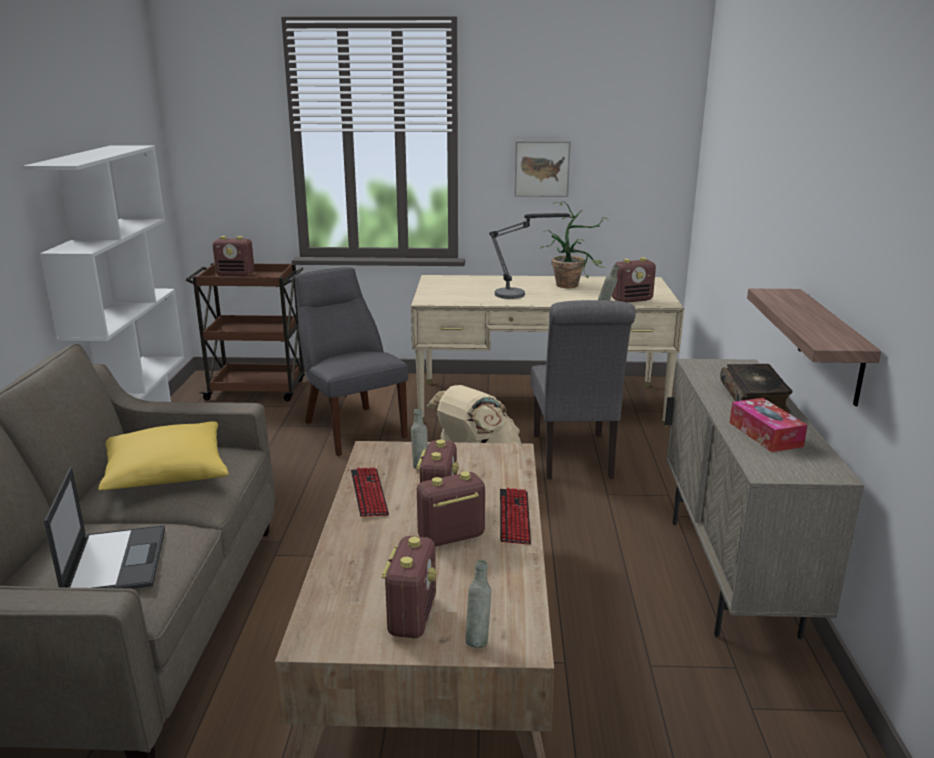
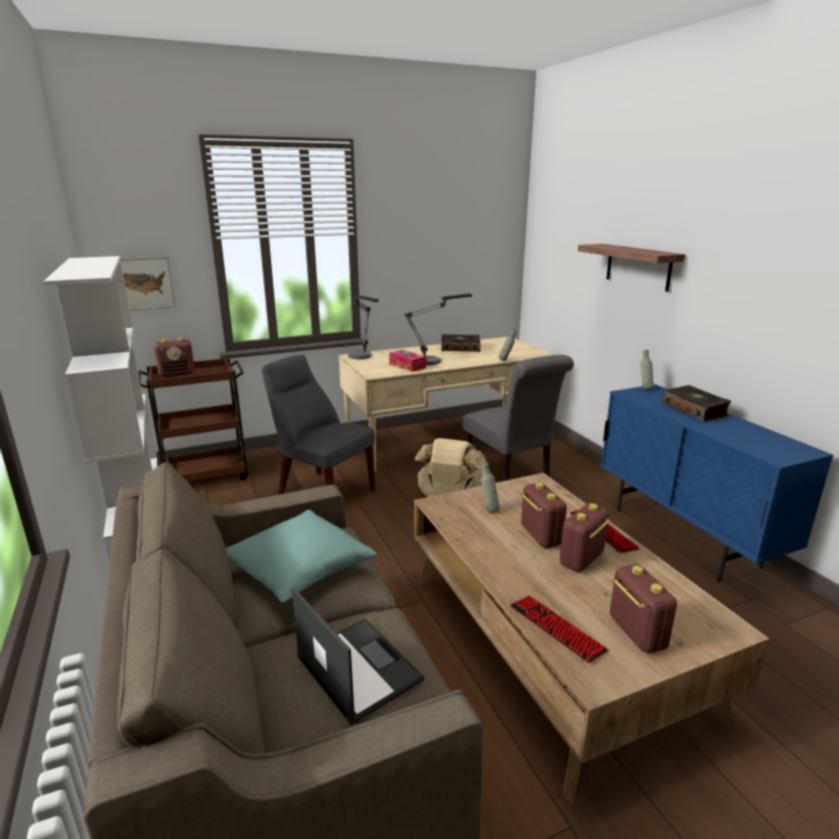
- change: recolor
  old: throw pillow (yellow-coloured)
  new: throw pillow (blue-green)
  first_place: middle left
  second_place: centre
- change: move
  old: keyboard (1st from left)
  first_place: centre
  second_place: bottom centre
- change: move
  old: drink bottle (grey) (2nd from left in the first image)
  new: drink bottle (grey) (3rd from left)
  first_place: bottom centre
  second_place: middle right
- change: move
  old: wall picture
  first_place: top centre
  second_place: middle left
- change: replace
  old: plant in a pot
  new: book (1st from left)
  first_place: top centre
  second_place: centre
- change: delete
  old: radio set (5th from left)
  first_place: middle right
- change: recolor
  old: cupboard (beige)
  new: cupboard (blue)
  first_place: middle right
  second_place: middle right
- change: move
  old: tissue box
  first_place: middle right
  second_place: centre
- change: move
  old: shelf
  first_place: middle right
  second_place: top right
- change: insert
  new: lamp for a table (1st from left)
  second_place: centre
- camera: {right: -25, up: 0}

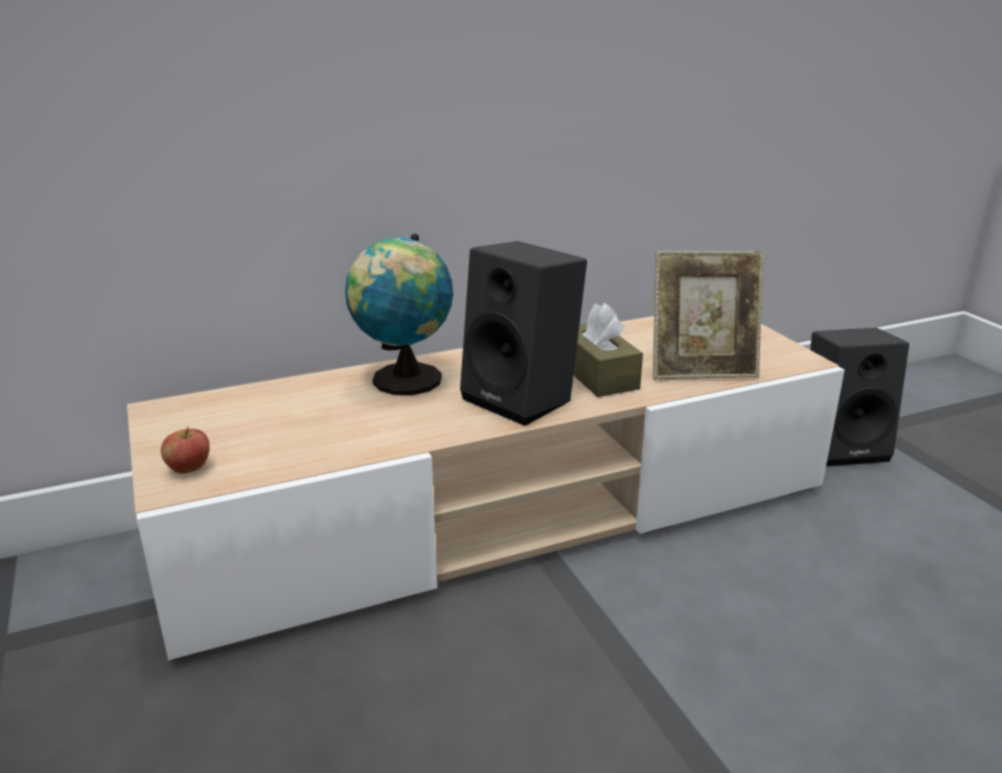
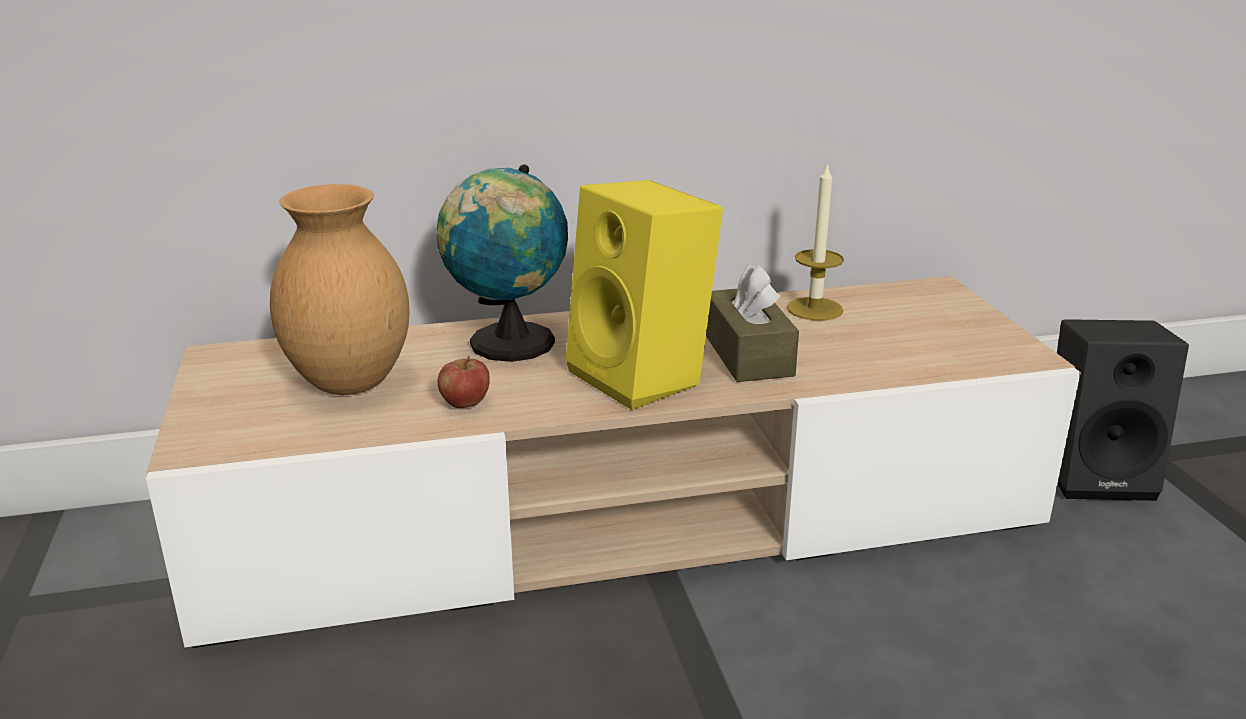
- change: move
  old: apple fruit
  first_place: middle left
  second_place: centre
- change: recolor
  old: speaker (blackish) (1st from left)
  new: speaker (yellow-coloured)
  first_place: centre
  second_place: centre
- change: delete
  old: photo frame
  first_place: middle right
- change: insert
  new: decorative vase (brown-coloured)
  second_place: middle left
- change: insert
  new: wax light
  second_place: centre
- camera: {right: 10, up: 0}

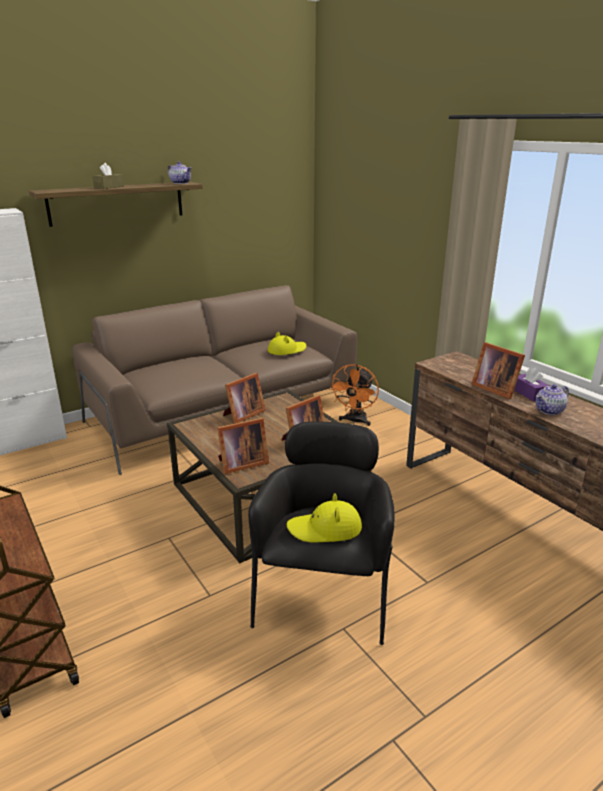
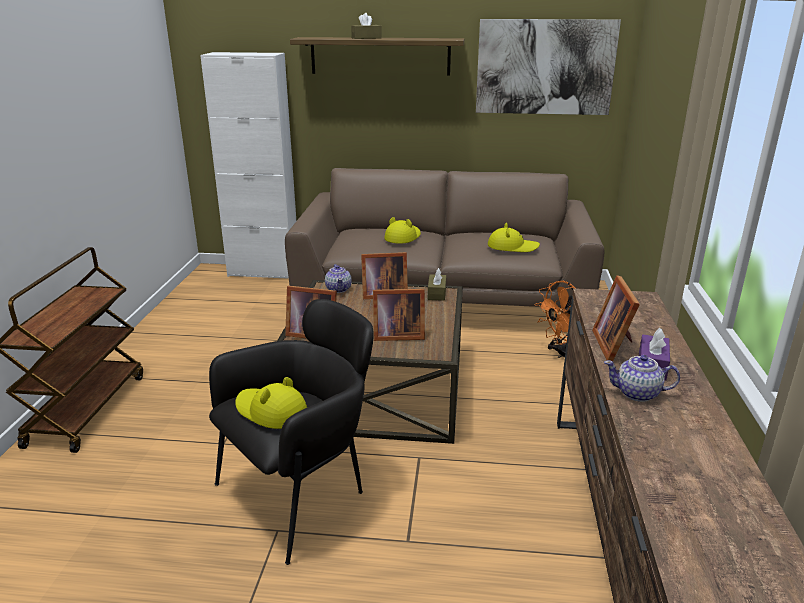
- change: move
  old: tea pot (1st from left)
  first_place: top left
  second_place: centre
- change: insert
  new: clothing hat (yellow-coloured) (2nd from left)
  second_place: centre
- change: insert
  new: tissue box (brown-coloured) (2nd from left)
  second_place: centre
- change: insert
  new: wall picture
  second_place: top right
- camera: {right: 40, up: 0}

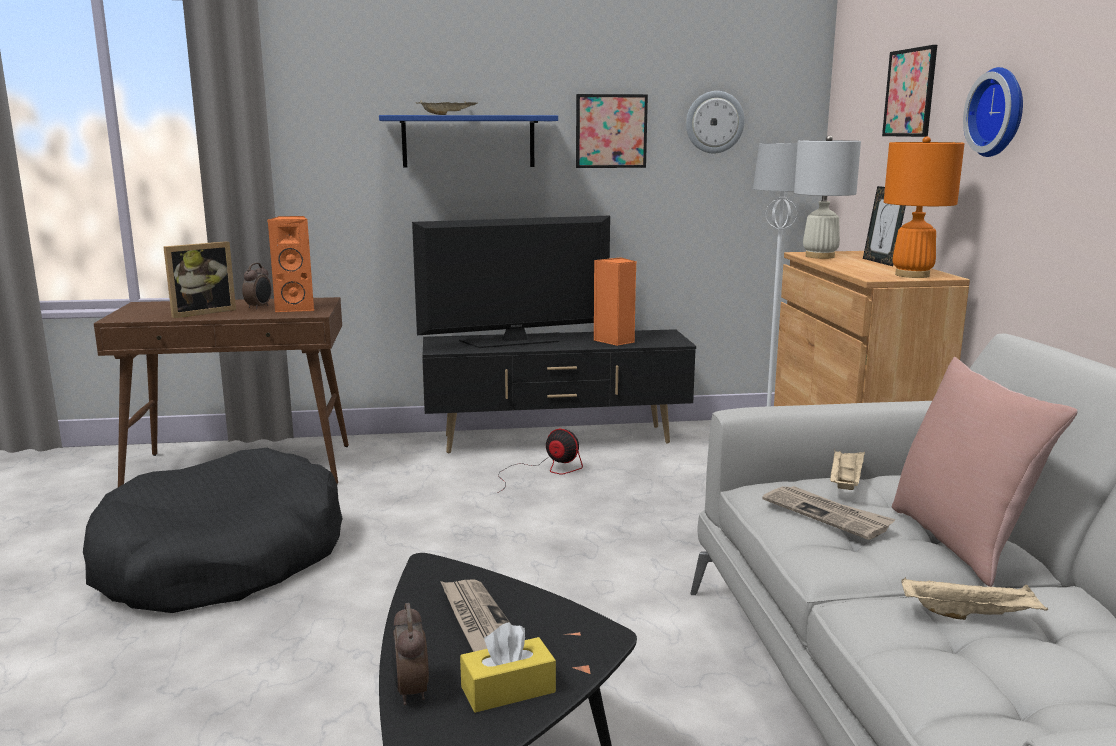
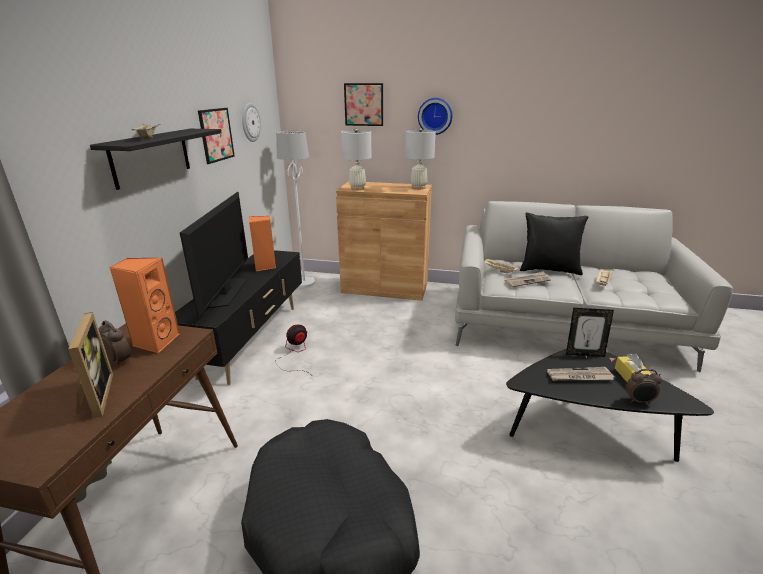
- change: recolor
  old: shelf (blue)
  new: shelf (blackish)
  first_place: top centre
  second_place: top left
- change: move
  old: photo frame (2nd from left)
  first_place: top right
  second_place: middle right
- change: recolor
  old: lamp for a table (orange)
  new: lamp for a table (white-coloured) (2nd from left)
  first_place: top right
  second_place: top centre
- change: recolor
  old: throw pillow (pink-coloured)
  new: throw pillow (blackish)
  first_place: middle right
  second_place: middle right
- camera: {right: -70, up: 10}

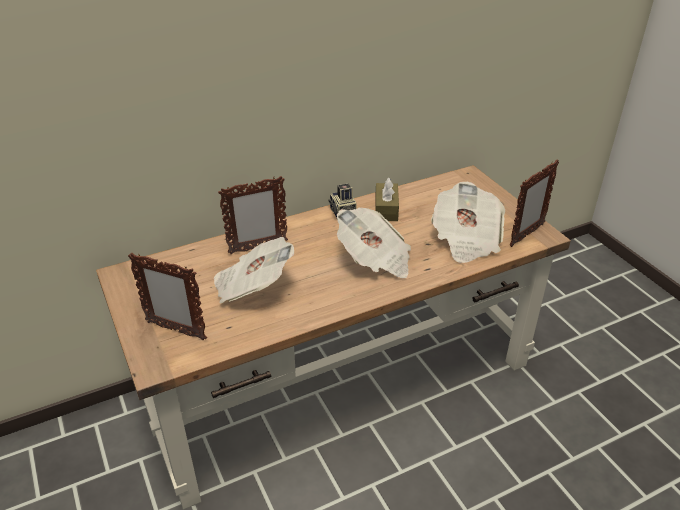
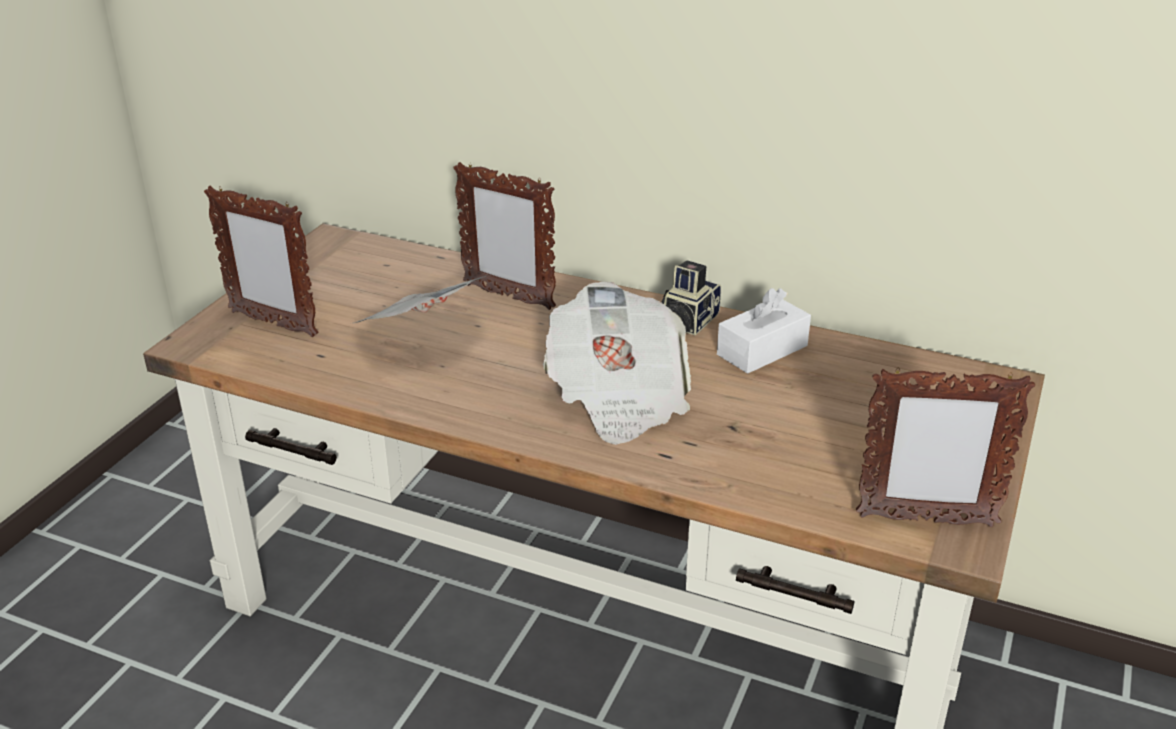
- change: rotate
  old: photo frame (1st from left)
  first_place: middle left
  second_place: middle left
  degrees: -45
- change: recolor
  old: tissue box (brown-coloured)
  new: tissue box (white-coloured)
  first_place: centre
  second_place: centre
- change: delete
  old: printed paper (3rd from left)
  first_place: middle right
- camera: {right: 50, up: -5}

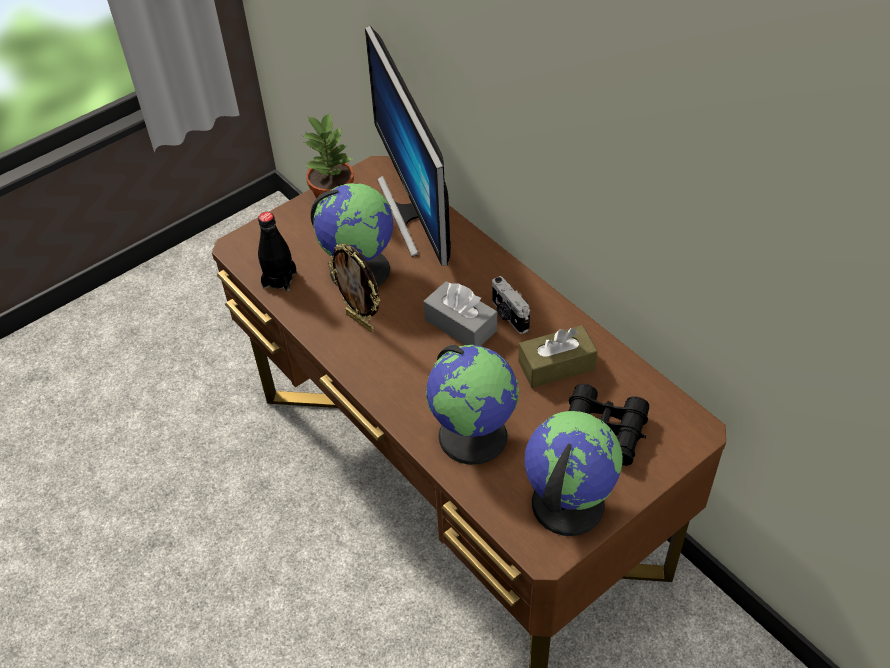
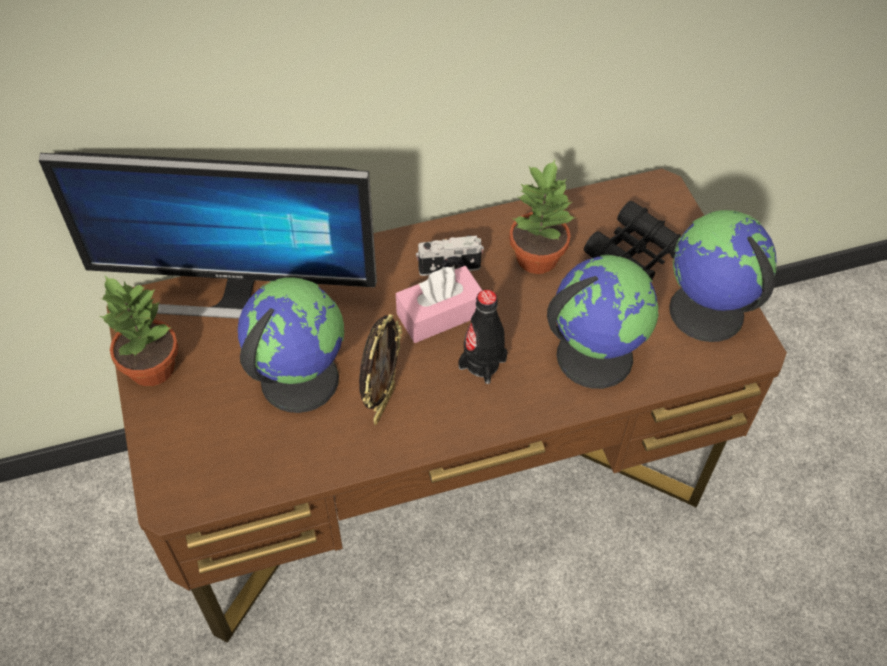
- change: move
  old: drink bottle (blackish)
  first_place: middle left
  second_place: centre
- change: rotate
  old: photo frame
  first_place: centre
  second_place: centre
  degrees: -45
- change: recolor
  old: tissue box (grey)
  new: tissue box (pink-coloured)
  first_place: centre
  second_place: centre
- change: replace
  old: tissue box (brown-coloured)
  new: plant in a pot (2nd from left)
  first_place: centre
  second_place: top centre
- camera: {right: -70, up: 5}

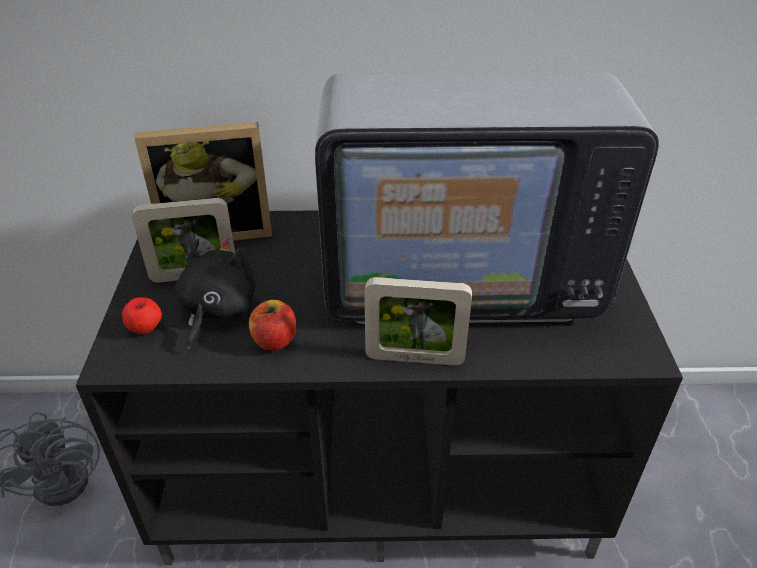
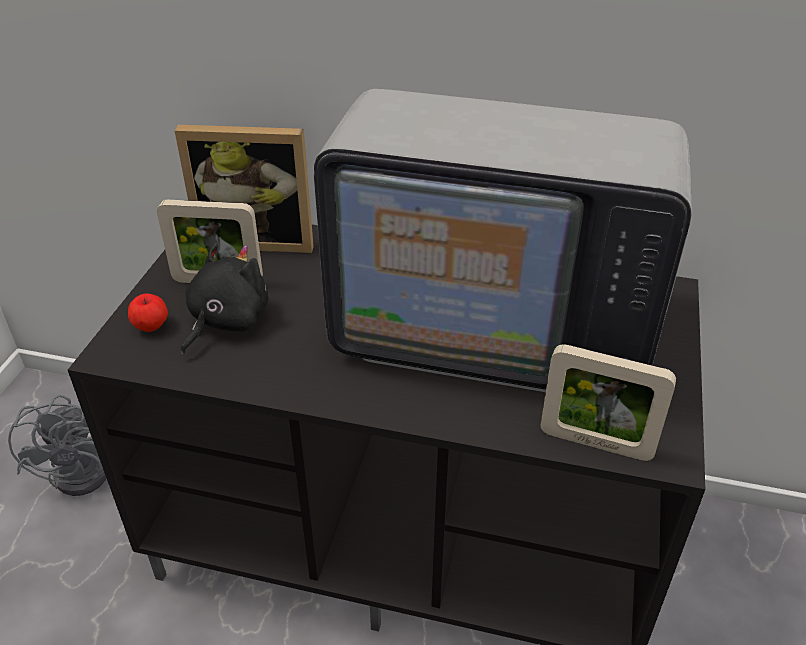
- change: delete
  old: apple fruit (2nd from left)
  first_place: centre
- change: move
  old: photo frame (3rd from left)
  first_place: centre
  second_place: middle right
- camera: {right: 15, up: 0}

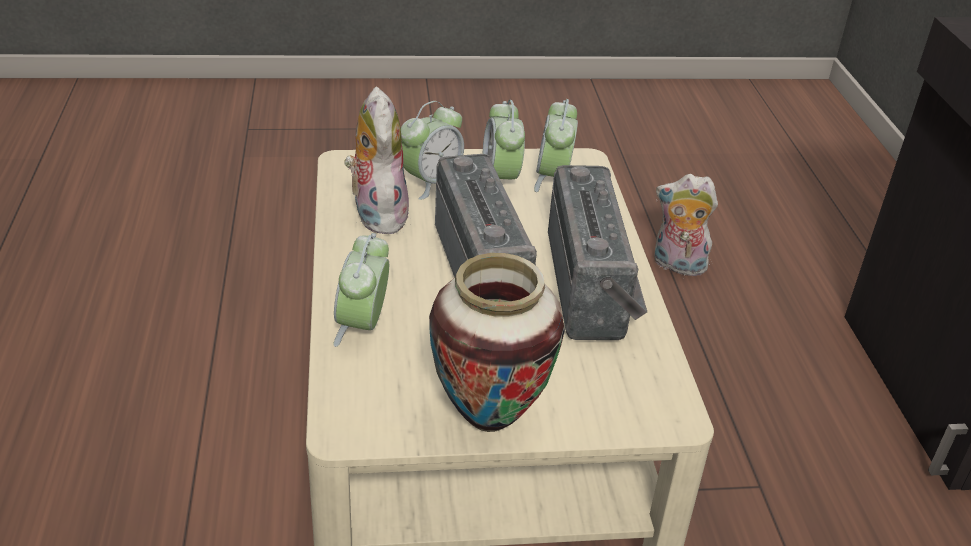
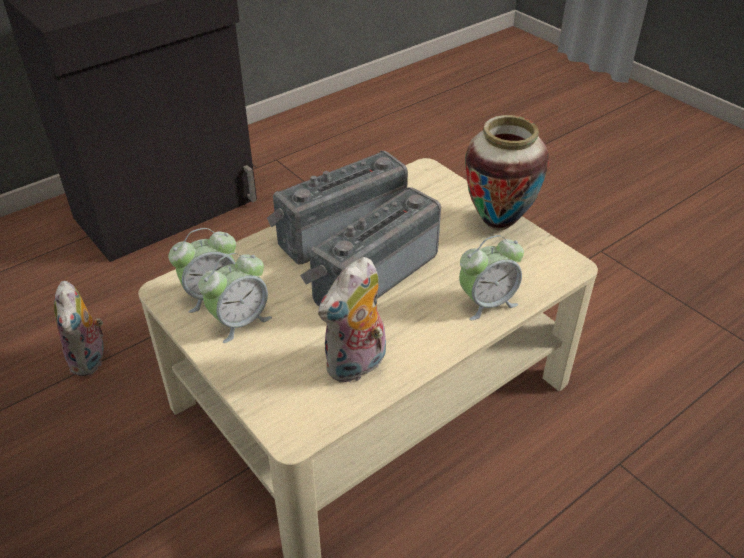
- change: delete
  old: table clock (2nd from left)
  first_place: top centre
- camera: {right: -120, up: 5}

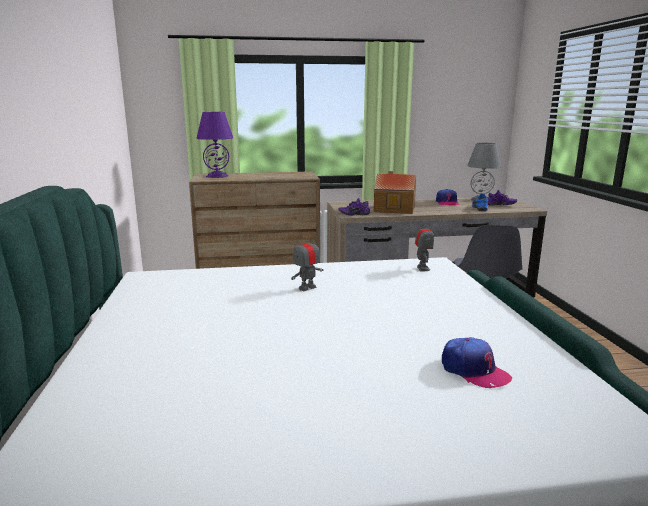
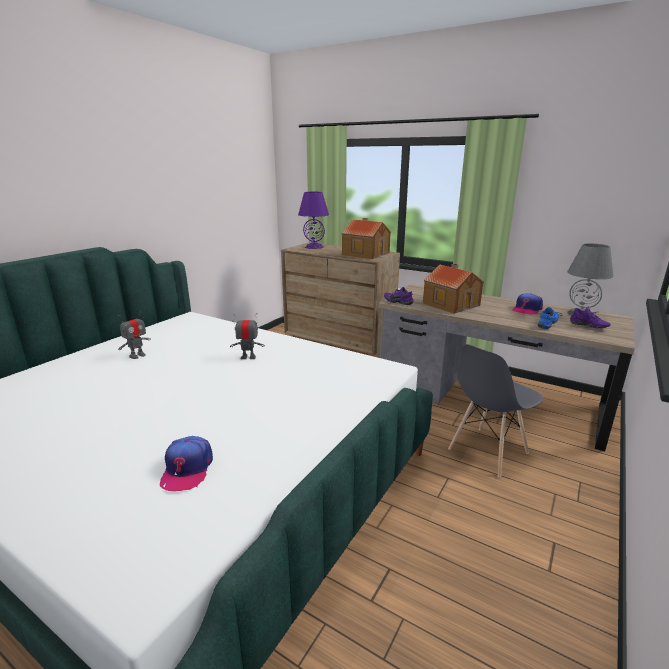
- change: move
  old: toy robot (2nd from left in the first image)
  new: toy robot (1st from left)
  first_place: centre
  second_place: middle left
- change: insert
  new: model house (1st from left)
  second_place: centre
- camera: {right: 40, up: 5}

